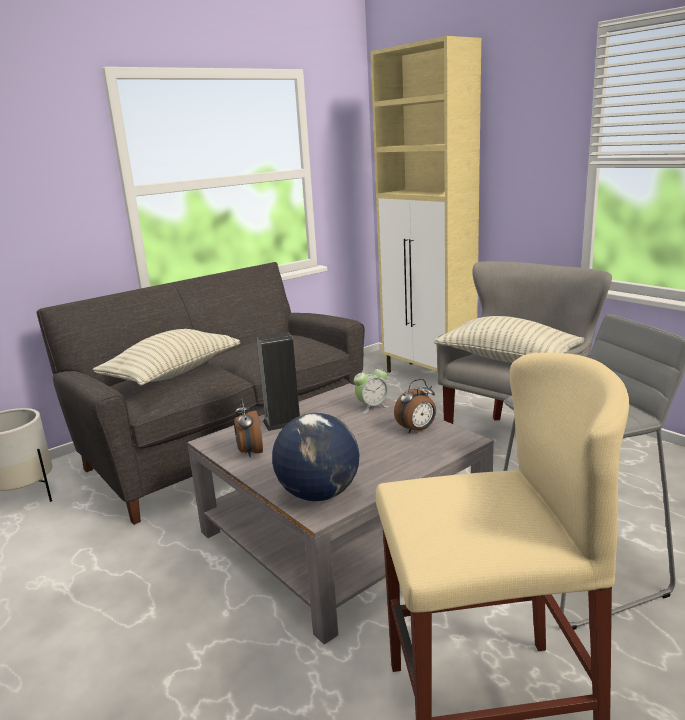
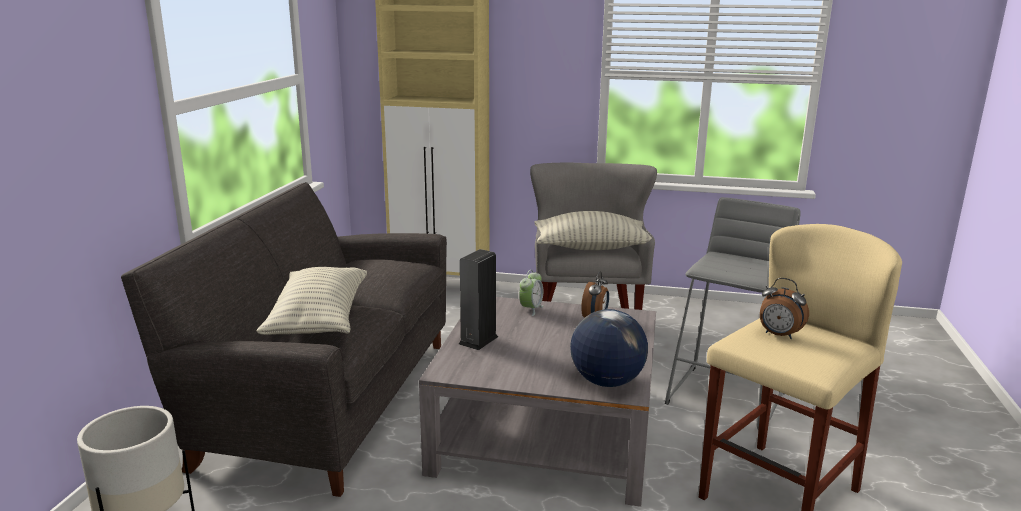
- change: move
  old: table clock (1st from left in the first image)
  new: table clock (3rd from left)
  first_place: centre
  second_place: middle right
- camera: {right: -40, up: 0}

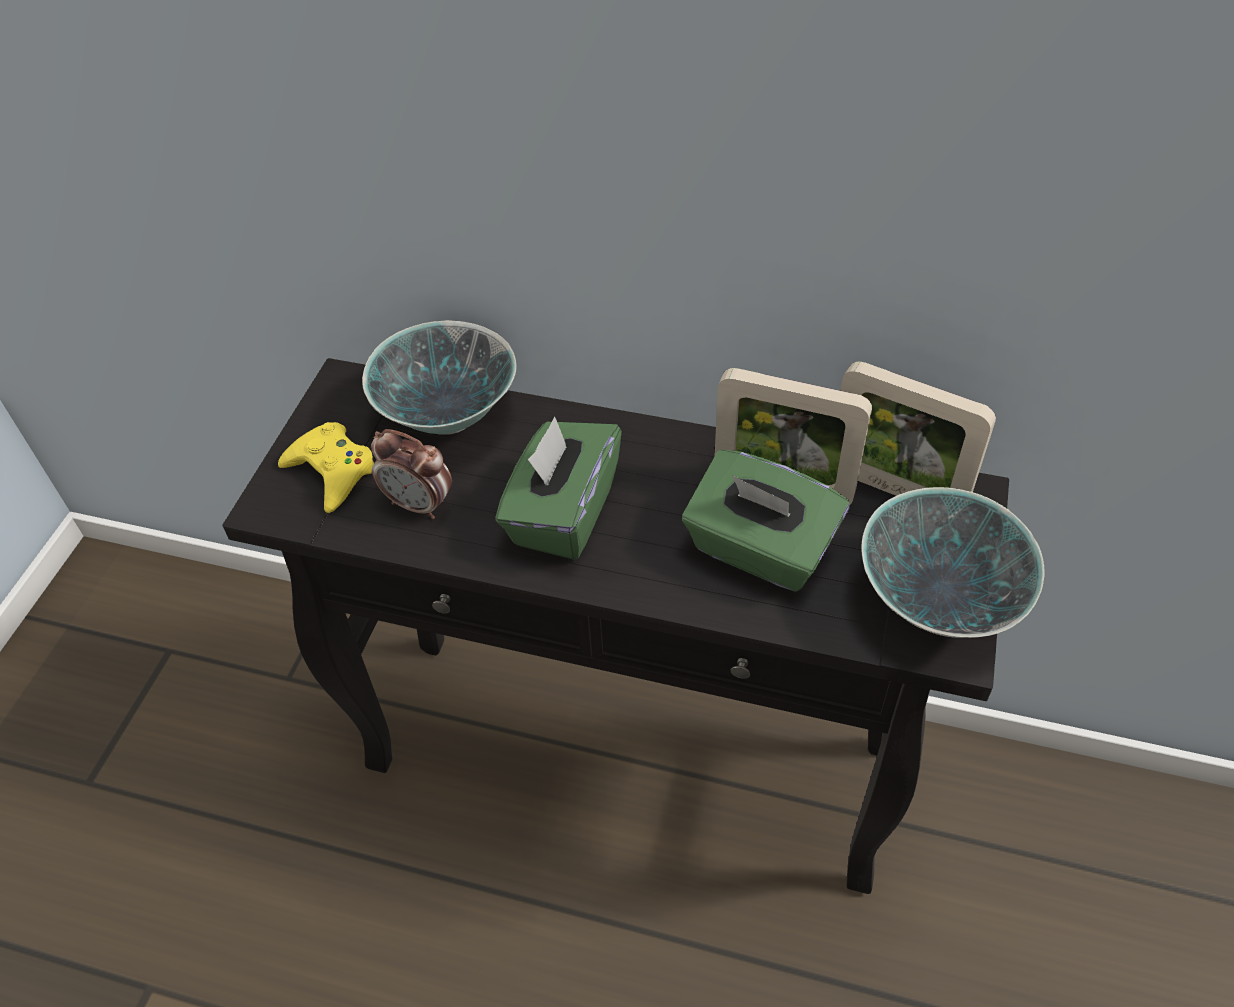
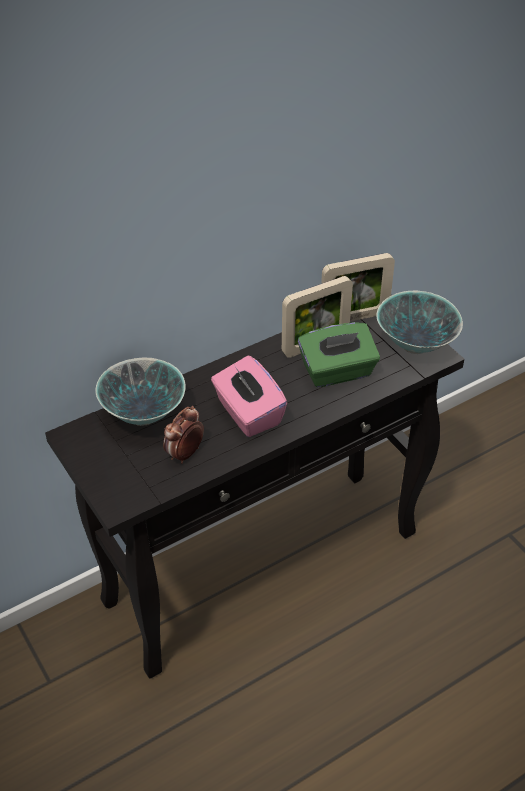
- change: delete
  old: joypad (yellow-coloured)
  first_place: middle left
- change: rotate
  old: table clock
  first_place: middle left
  second_place: centre
  degrees: 150
- change: recolor
  old: tissue box (green-coloured) (1st from left)
  new: tissue box (pink-coloured)
  first_place: centre
  second_place: centre
- camera: {right: -50, up: -5}

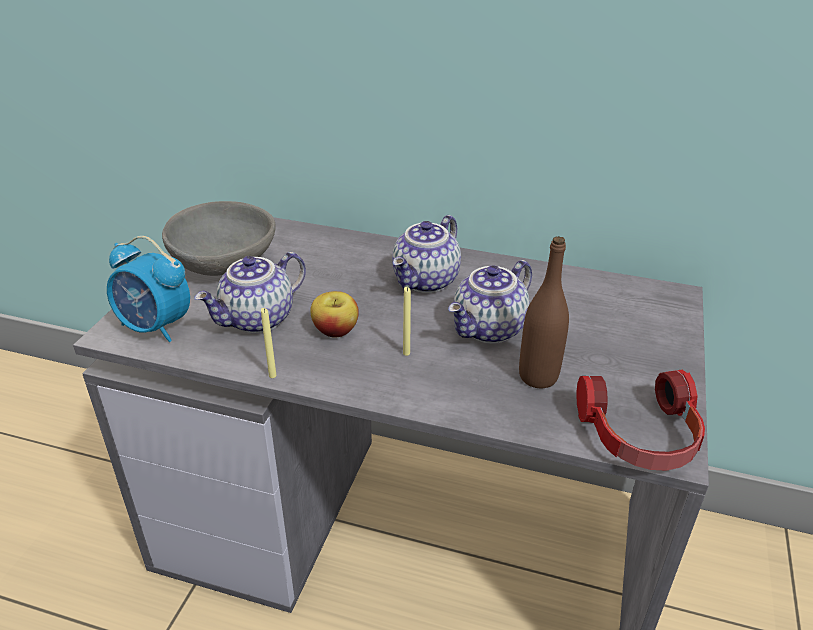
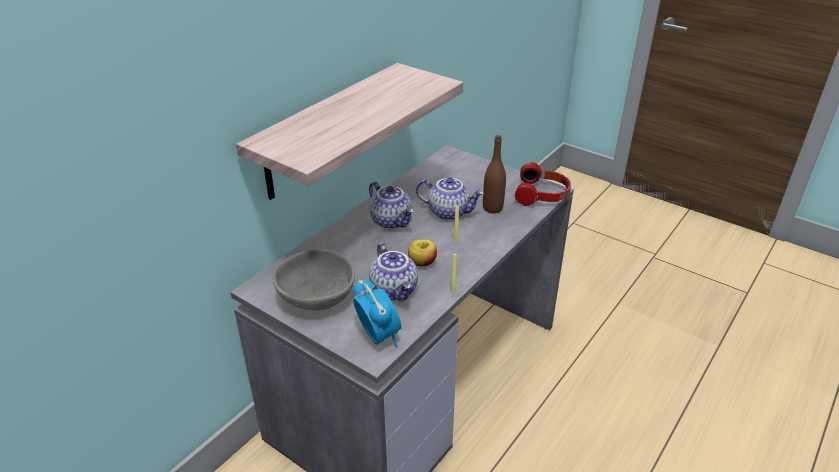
- change: rotate
  old: table clock
  first_place: middle left
  second_place: centre
  degrees: -75
- change: rotate
  old: tea pot (3rd from left)
  first_place: centre
  second_place: centre
  degrees: -45
- change: insert
  new: shelf
  second_place: top centre
- camera: {right: -70, up: 0}

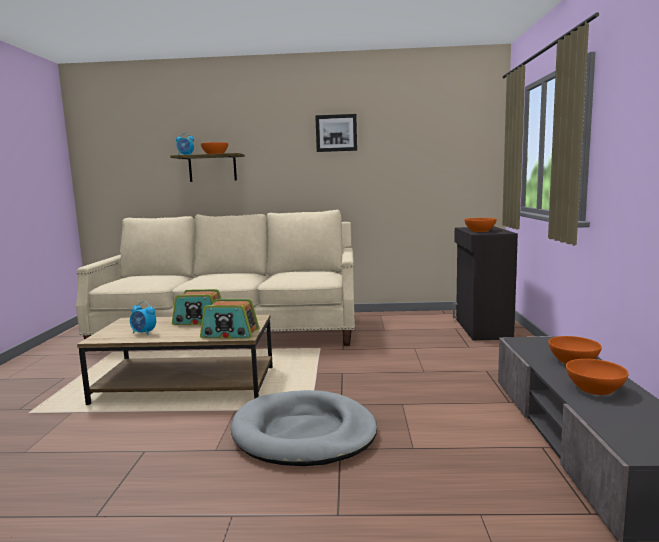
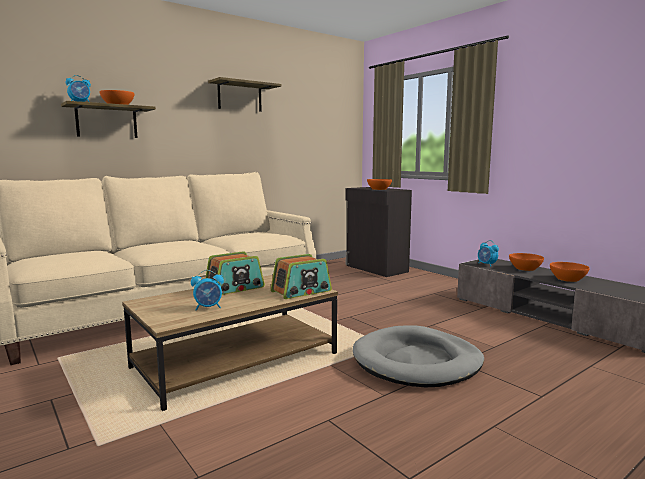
- change: replace
  old: wall picture
  new: shelf (2nd from left)
  first_place: top centre
  second_place: top centre
- change: insert
  new: table clock (3rd from left)
  second_place: middle right
- camera: {right: -40, up: 0}

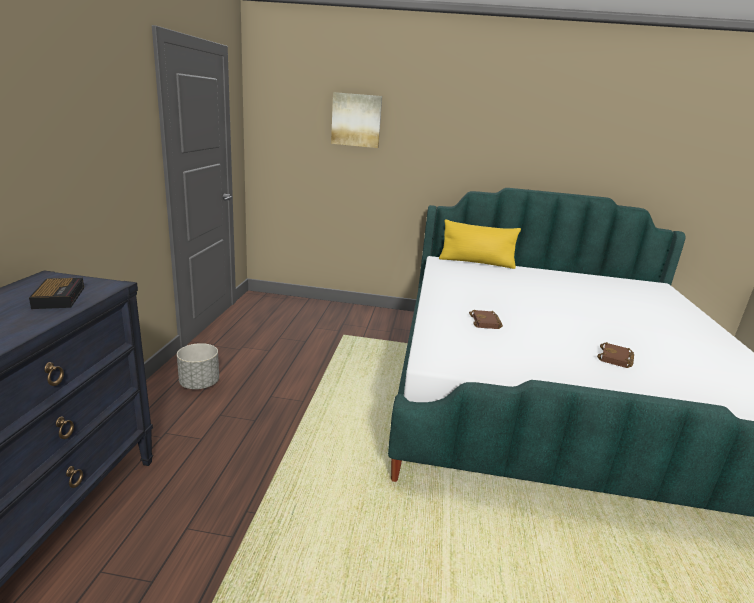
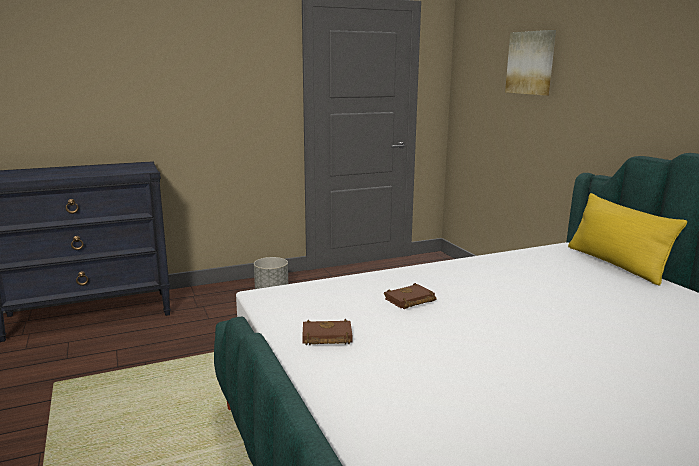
- change: delete
  old: table clock
  first_place: middle left
- change: move
  old: book (brown-coloured) (2nd from left in the first image)
  new: book (brown-coloured) (1st from left)
  first_place: middle right
  second_place: bottom centre
- camera: {right: 60, up: -5}

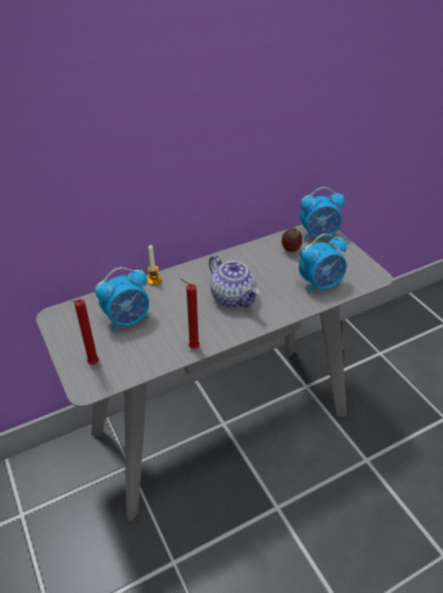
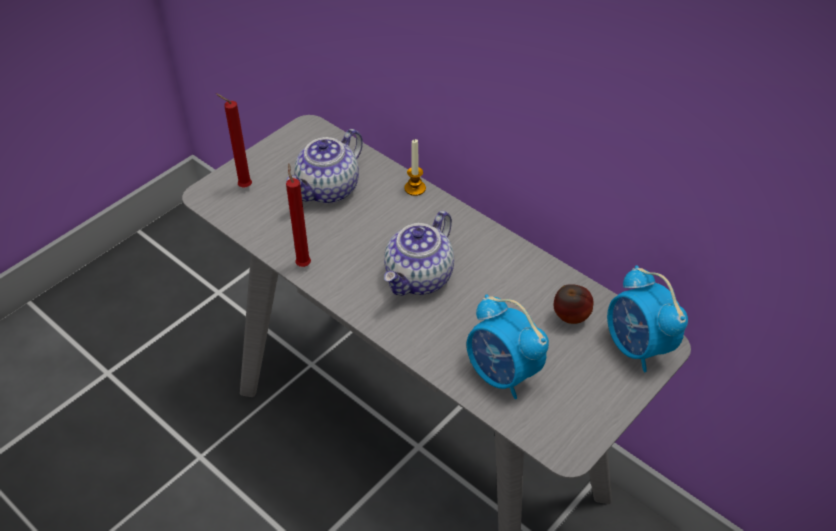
- change: replace
  old: table clock (1st from left)
  new: tea pot (1st from left)
  first_place: middle left
  second_place: top centre
- camera: {right: 70, up: 5}

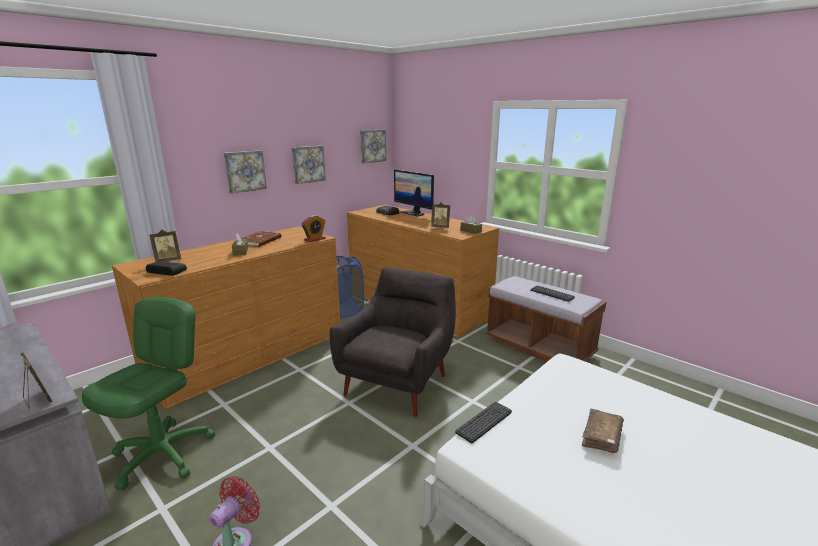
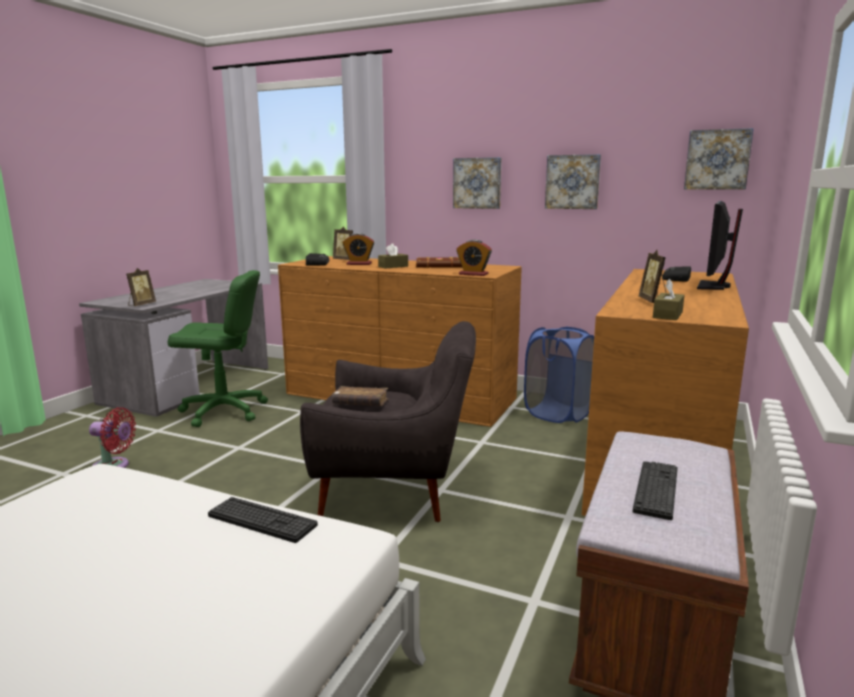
- change: move
  old: keyboard (1st from left)
  first_place: bottom centre
  second_place: bottom left
- change: move
  old: book (brown-coloured) (2nd from left in the first image)
  new: book (brown-coloured) (1st from left)
  first_place: bottom right
  second_place: centre
- change: insert
  new: table clock (1st from left)
  second_place: centre
- camera: {right: 70, up: -5}

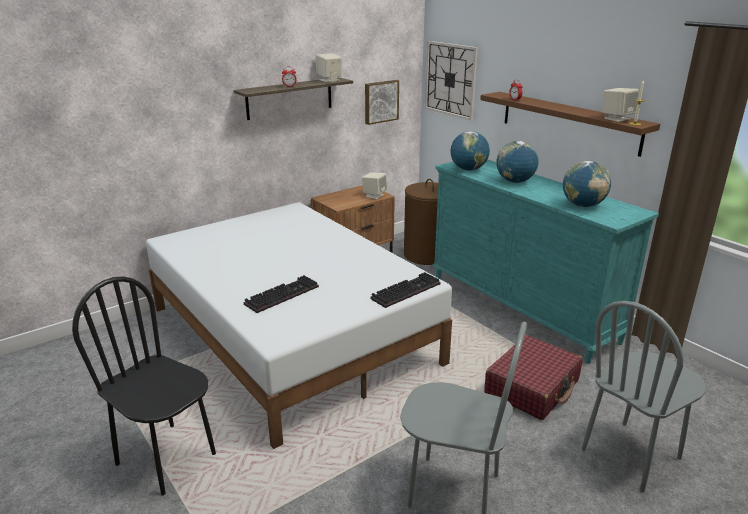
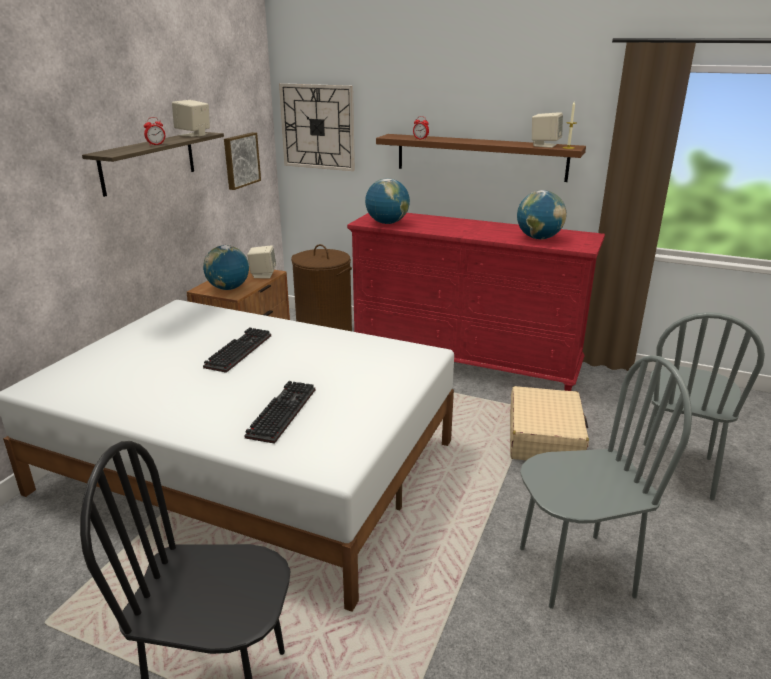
- change: move
  old: keyboard (2nd from left in the first image)
  new: keyboard (1st from left)
  first_place: centre
  second_place: middle left
- change: recolor
  old: chest of drawers (blue-green)
  new: chest of drawers (reddish)
  first_place: middle right
  second_place: centre
- change: recolor
  old: piece of luggage (reddish)
  new: piece of luggage (beige)
  first_place: bottom right
  second_place: middle right
- change: move
  old: world globe (2nd from left in the first image)
  new: world globe (1st from left)
  first_place: top right
  second_place: middle left
- camera: {right: -30, up: 0}

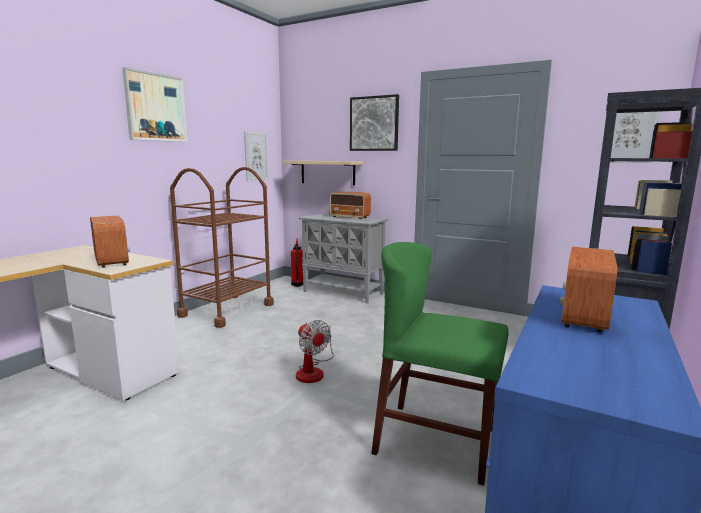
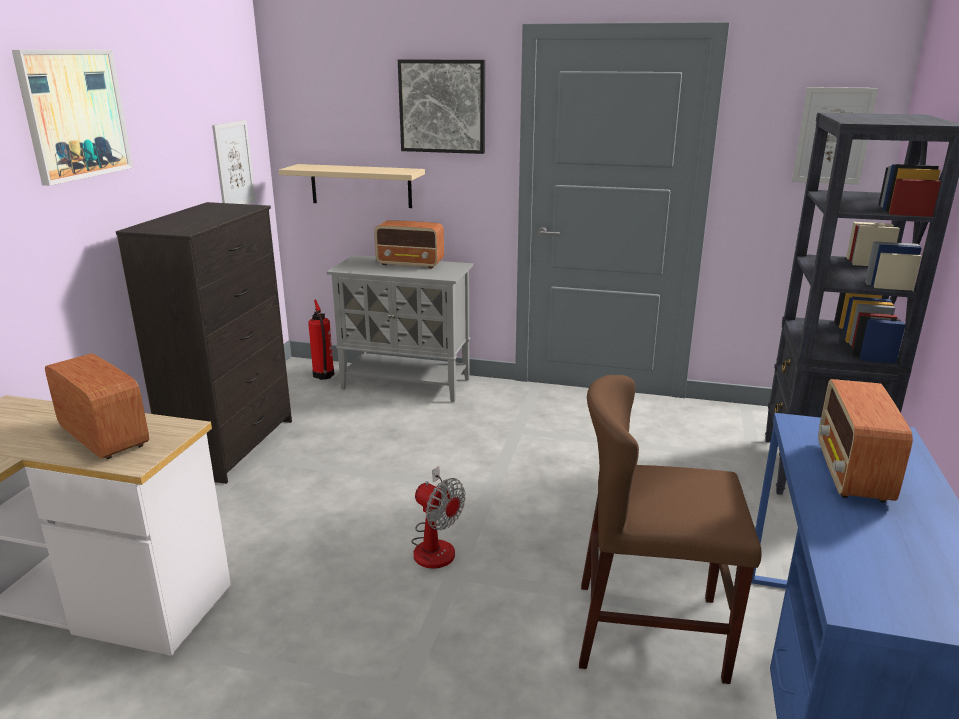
- change: replace
  old: wheeled cart (brown-coloured)
  new: chest of drawers (blackish)
  first_place: middle left
  second_place: middle left
- change: recolor
  old: chair (green-coloured)
  new: chair (brown-coloured)
  first_place: bottom centre
  second_place: bottom right
- camera: {right: -15, up: 10}

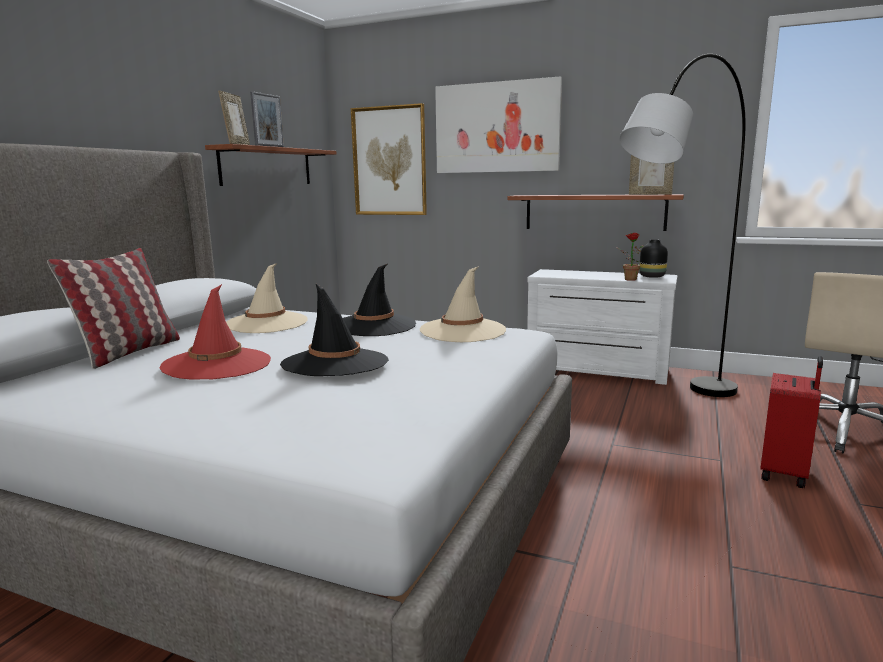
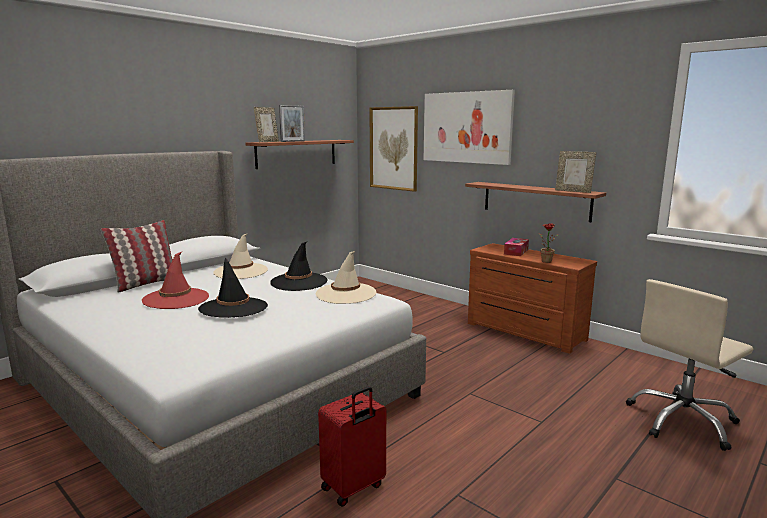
- change: recolor
  old: chest of drawers (white-coloured)
  new: chest of drawers (brown-coloured)
  first_place: middle right
  second_place: middle right
- change: delete
  old: standard lamp (grey)
  first_place: middle right
- change: delete
  old: decorative vase (blackish)
  first_place: middle right
- change: move
  old: piece of luggage (reddish)
  first_place: middle right
  second_place: bottom centre
- change: insert
  new: tissue box
  second_place: middle right
- camera: {right: 20, up: 0}

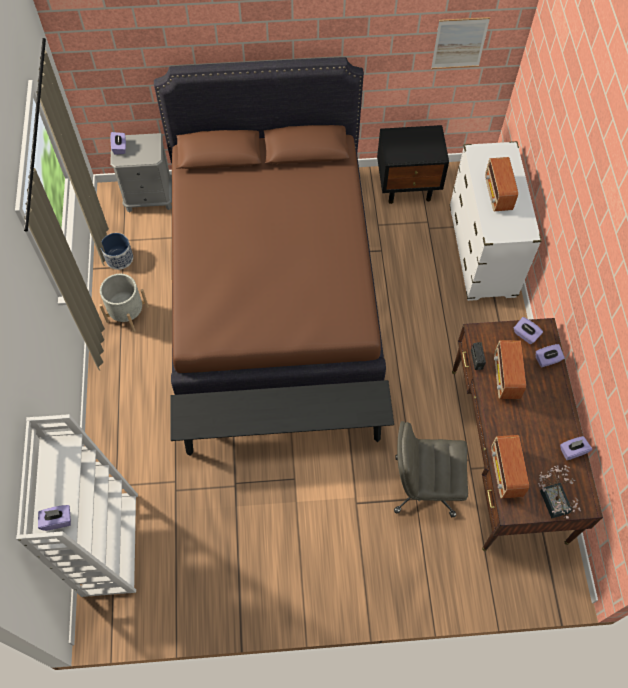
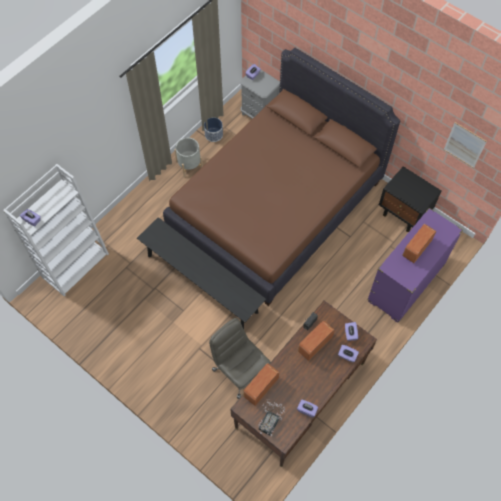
- change: recolor
  old: chest of drawers (white-coloured)
  new: chest of drawers (purple-coloured)
  first_place: top right
  second_place: middle right
- camera: {right: 45, up: 0}

